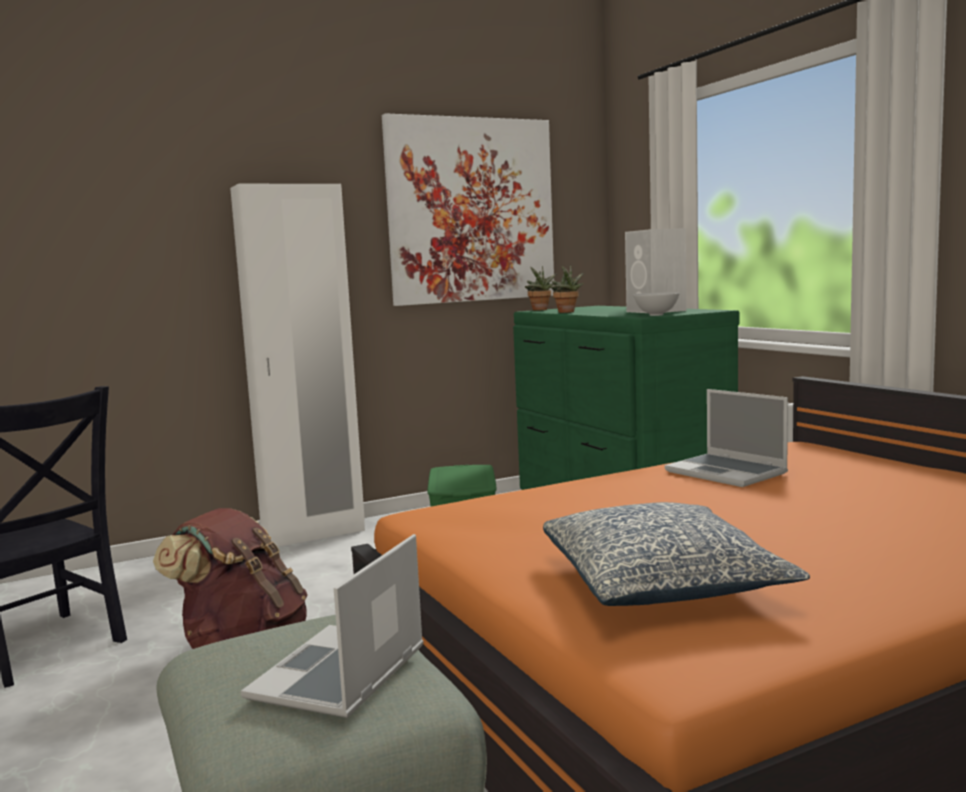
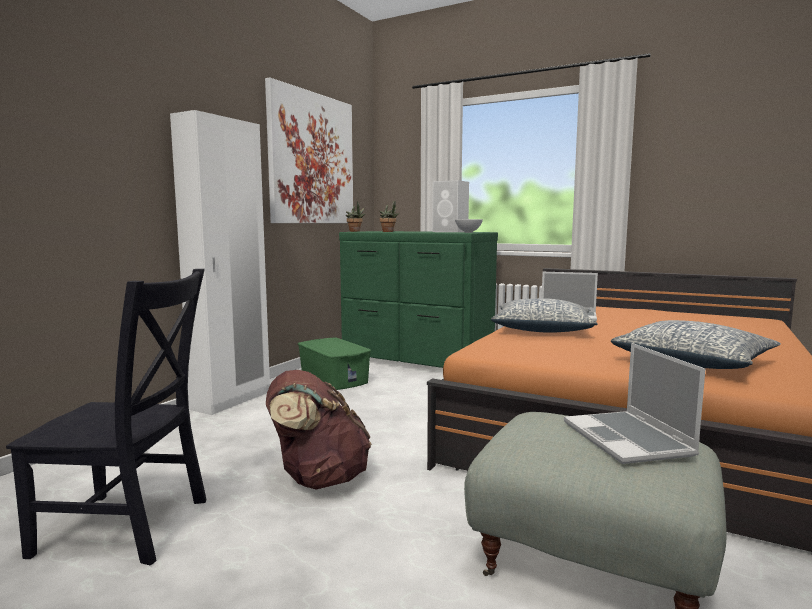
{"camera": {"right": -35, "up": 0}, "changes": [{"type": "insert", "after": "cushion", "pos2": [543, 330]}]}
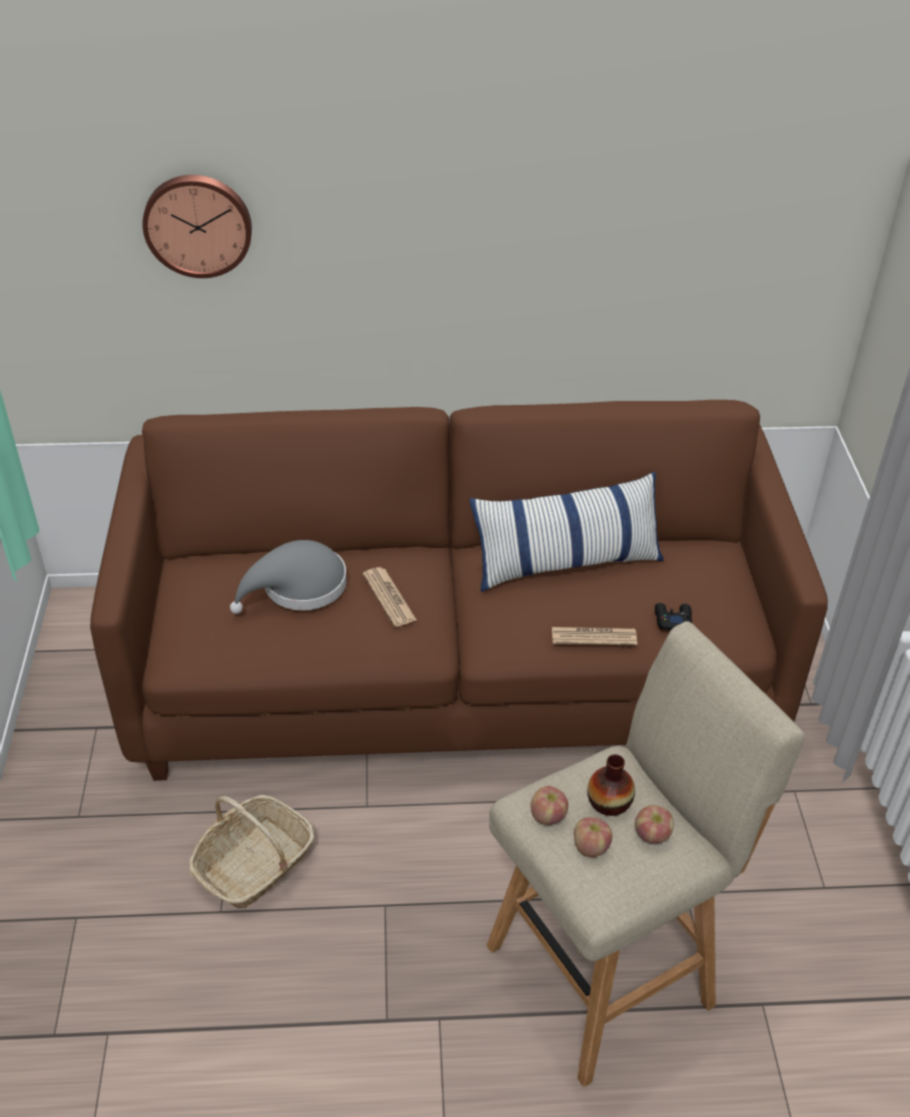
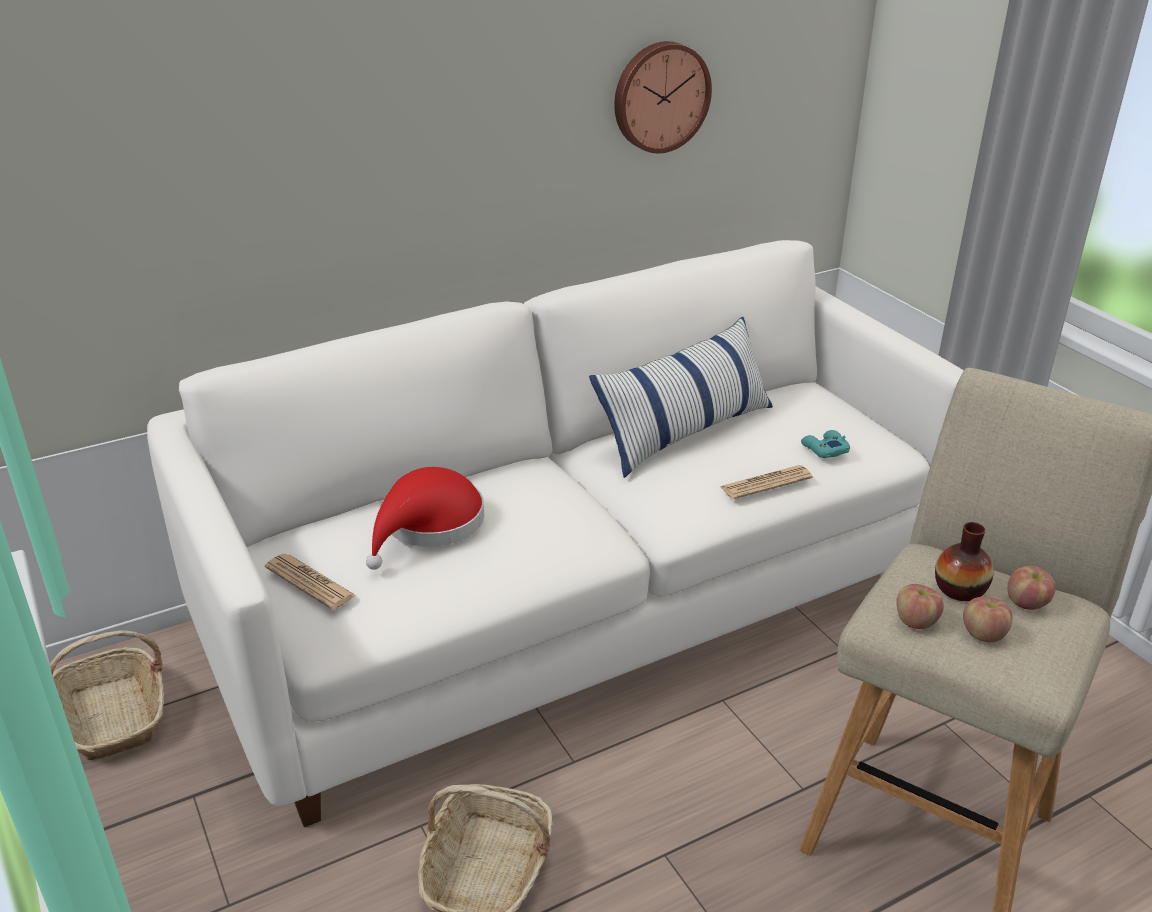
{"camera": {"right": -25, "up": -10}, "changes": [{"type": "insert", "after": "basket", "pos2": [114, 717]}, {"type": "move", "before": "clock on the wall", "pos1": [198, 224], "pos2": [660, 96]}, {"type": "move", "before": "newspaper", "pos1": [389, 597], "pos2": [310, 582]}, {"type": "recolor", "before": "couch in brown-coloured", "after": "couch in white-coloured", "pos1": [453, 673], "pos2": [575, 605]}, {"type": "recolor", "before": "wearable hat in grey", "after": "wearable hat in red", "pos1": [298, 587], "pos2": [428, 525]}, {"type": "recolor", "before": "gamepad in blackish", "after": "gamepad in turquoise-coloured", "pos1": [672, 620], "pos2": [824, 449]}]}
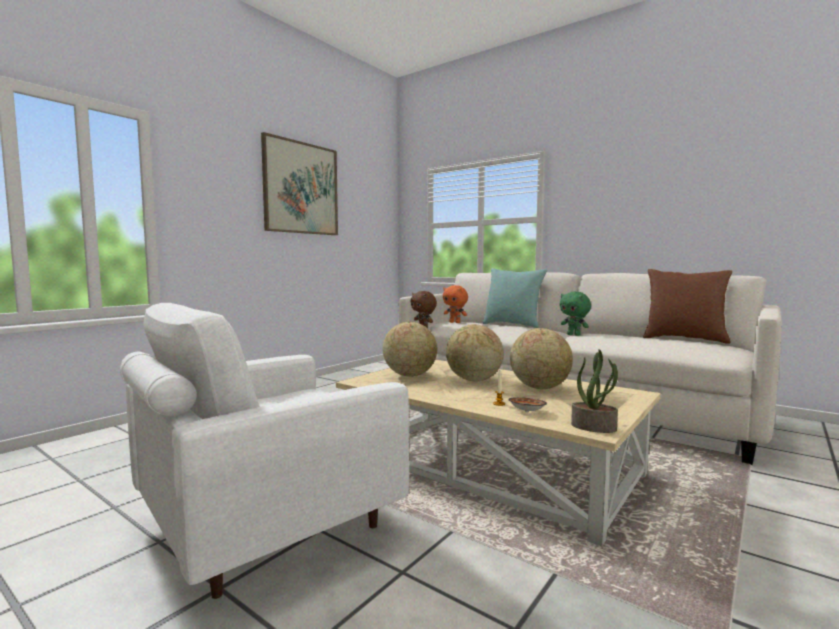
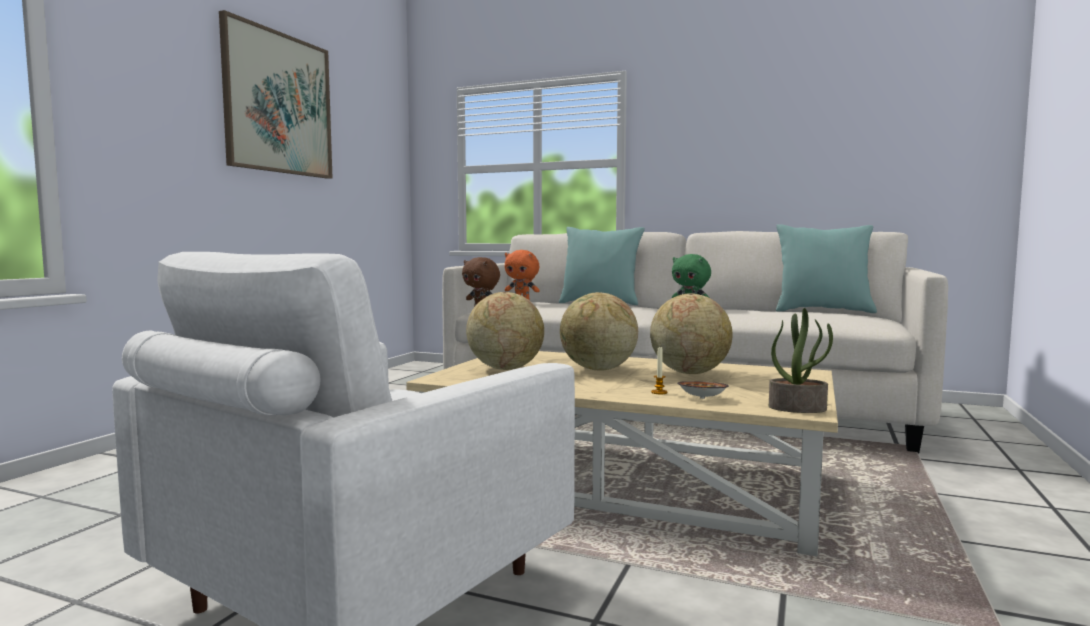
{"camera": {"right": -15, "up": 0}, "changes": [{"type": "recolor", "before": "cushion in brown-coloured", "after": "cushion in turquoise-coloured", "pos1": [684, 339], "pos2": [822, 311]}]}
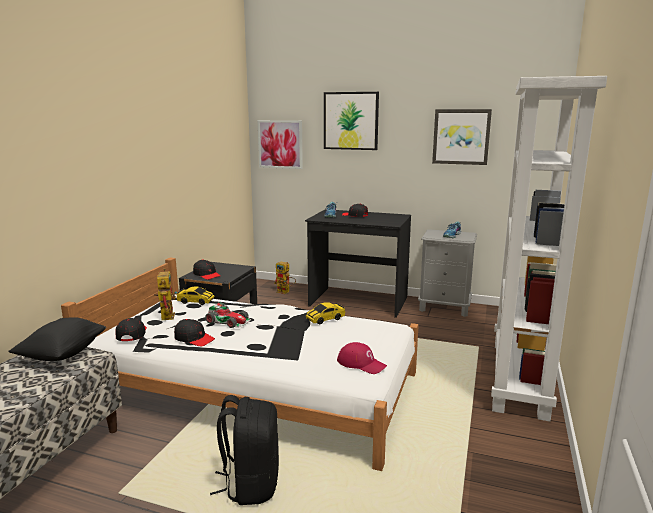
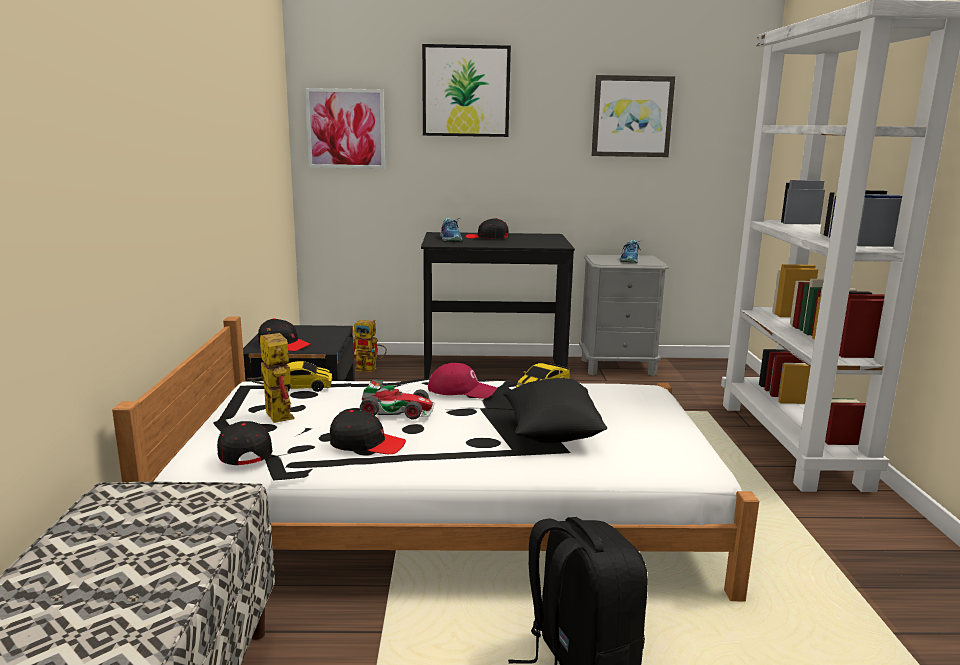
{"camera": {"right": -20, "up": 0}, "changes": [{"type": "move", "before": "cushion in blackish", "pos1": [63, 354], "pos2": [552, 434]}, {"type": "move", "before": "cap in red", "pos1": [361, 363], "pos2": [462, 390]}]}
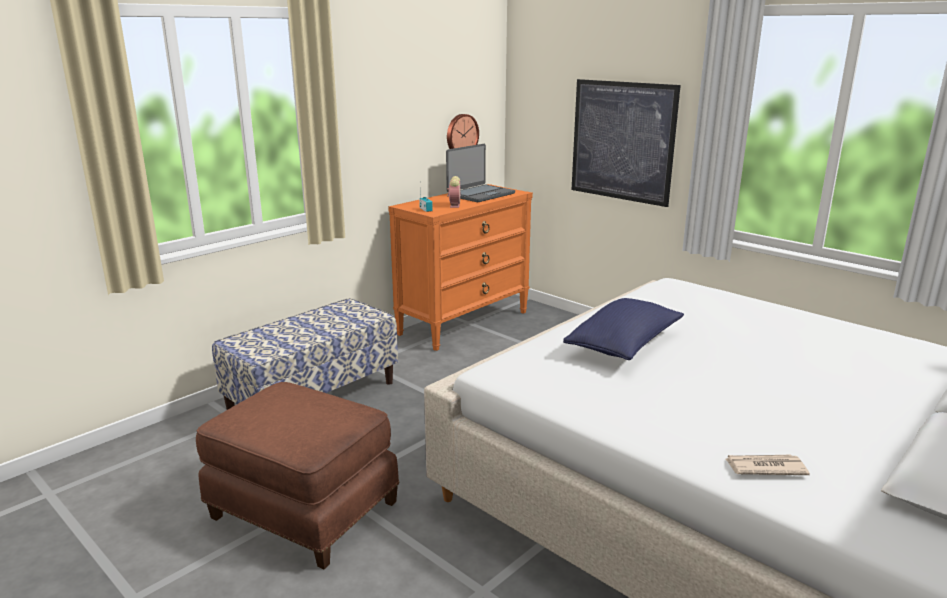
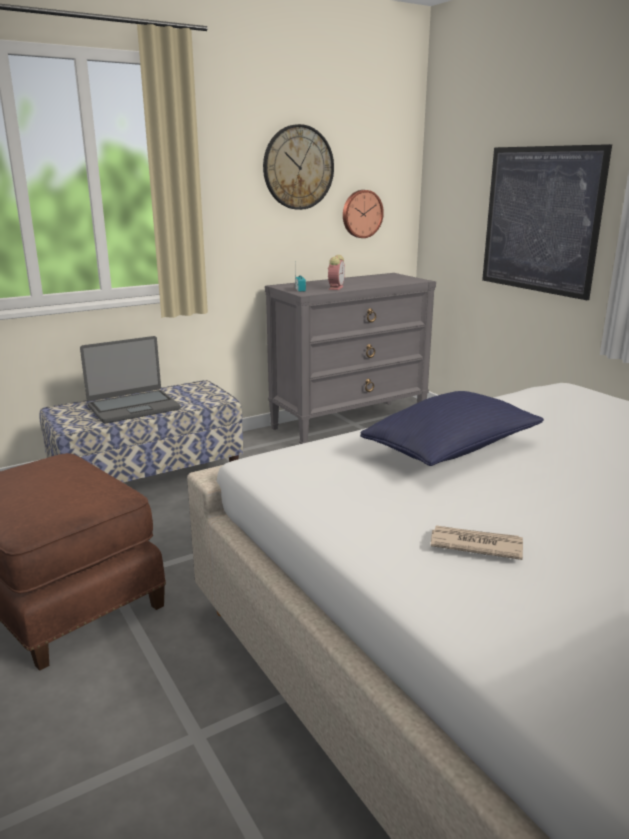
{"camera": {"right": 15, "up": 0}, "changes": [{"type": "insert", "after": "clock on the wall", "pos2": [298, 167]}, {"type": "move", "before": "notebook computer", "pos1": [480, 194], "pos2": [133, 407]}, {"type": "move", "before": "newspaper", "pos1": [764, 467], "pos2": [475, 545]}, {"type": "recolor", "before": "dresser in orange-coloured", "after": "dresser in grey", "pos1": [464, 322], "pos2": [349, 423]}]}
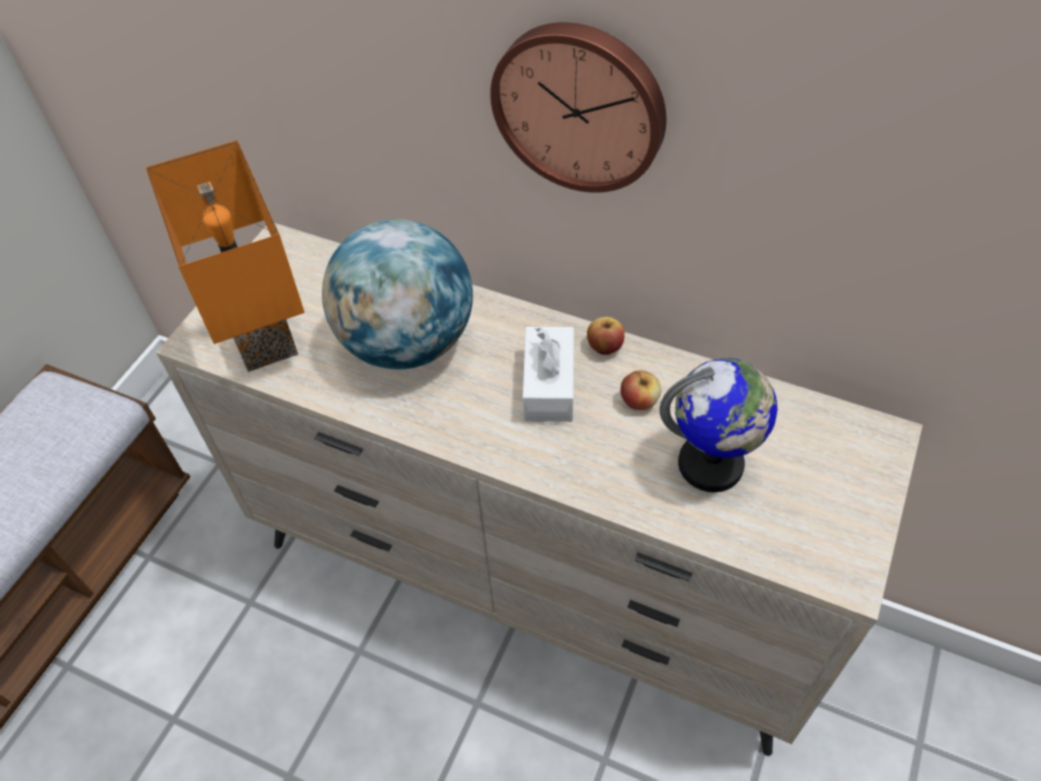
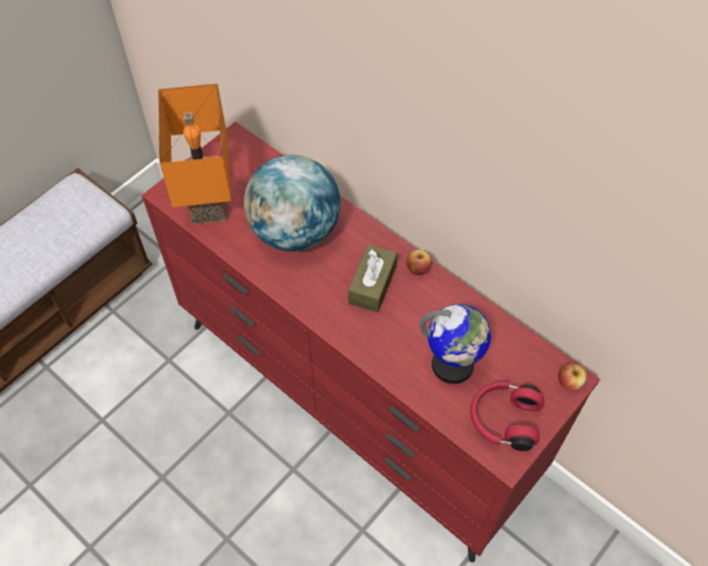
{"camera": {"right": 15, "up": 5}, "changes": [{"type": "delete", "before": "clock on the wall", "pos1": [580, 106]}, {"type": "insert", "after": "pair of headphones in red", "pos2": [503, 420]}, {"type": "move", "before": "whole apple", "pos1": [639, 401], "pos2": [569, 382]}, {"type": "recolor", "before": "dresser in sand-coloured", "after": "dresser in red", "pos1": [532, 584], "pos2": [355, 403]}, {"type": "recolor", "before": "tissue holder in white-coloured", "after": "tissue holder in brown-coloured", "pos1": [549, 385], "pos2": [372, 284]}]}
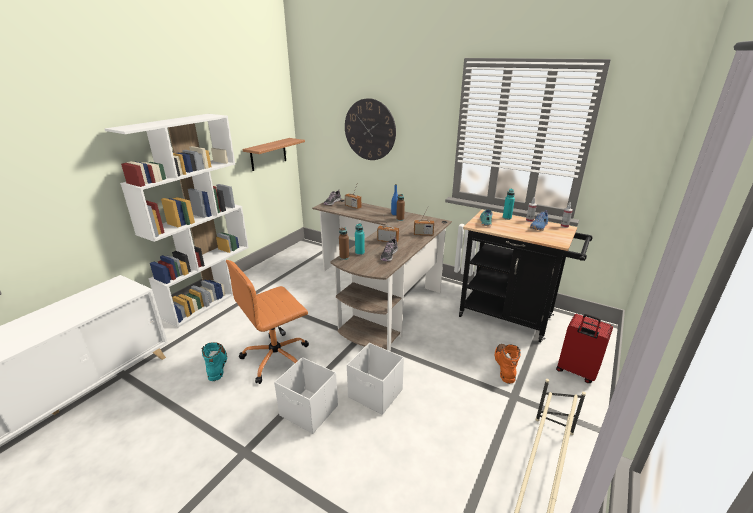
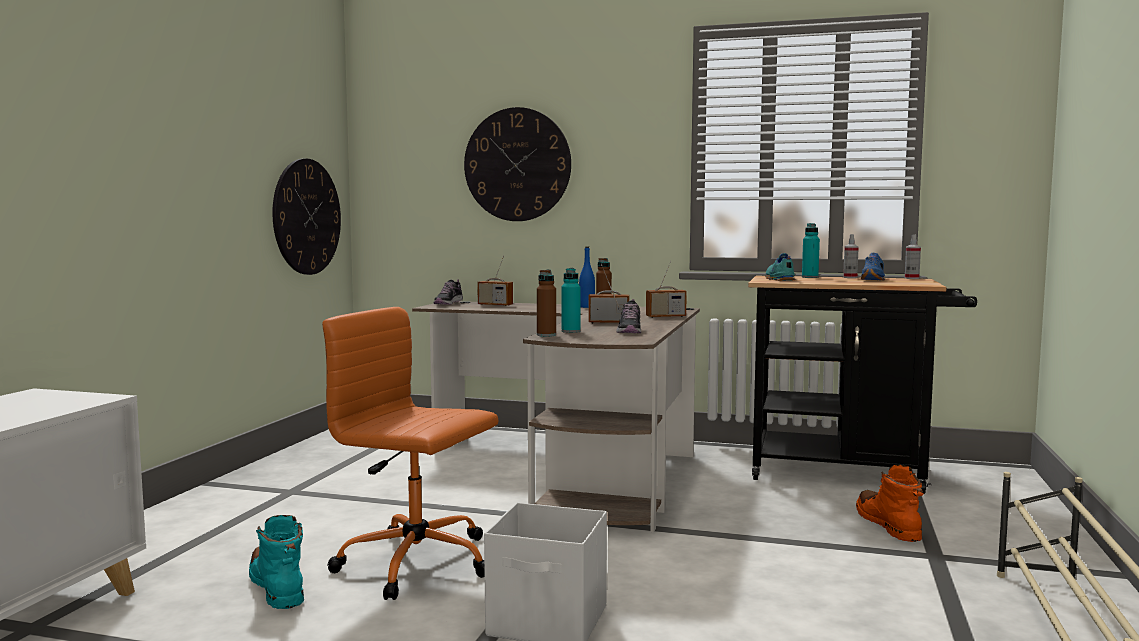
{"camera": {"right": -15, "up": -20}, "changes": [{"type": "delete", "before": "bookshelf in white-coloured", "pos1": [210, 299]}, {"type": "delete", "before": "storage bin in white-coloured", "pos1": [376, 394]}, {"type": "delete", "before": "suitcase in red", "pos1": [576, 372]}, {"type": "replace", "before": "bracket shelf", "after": "clock on the wall", "pos1": [268, 154], "pos2": [307, 217]}, {"type": "rotate", "before": "computer chair in orange-coloured", "pos1": [277, 358], "pos2": [419, 563], "turn": 75}]}
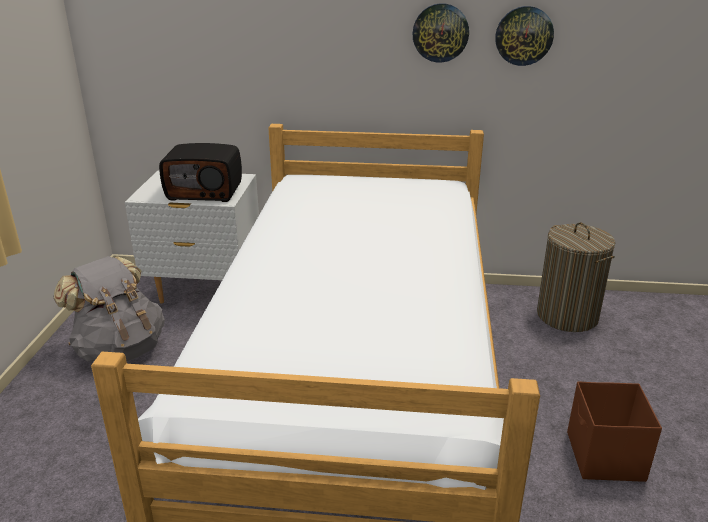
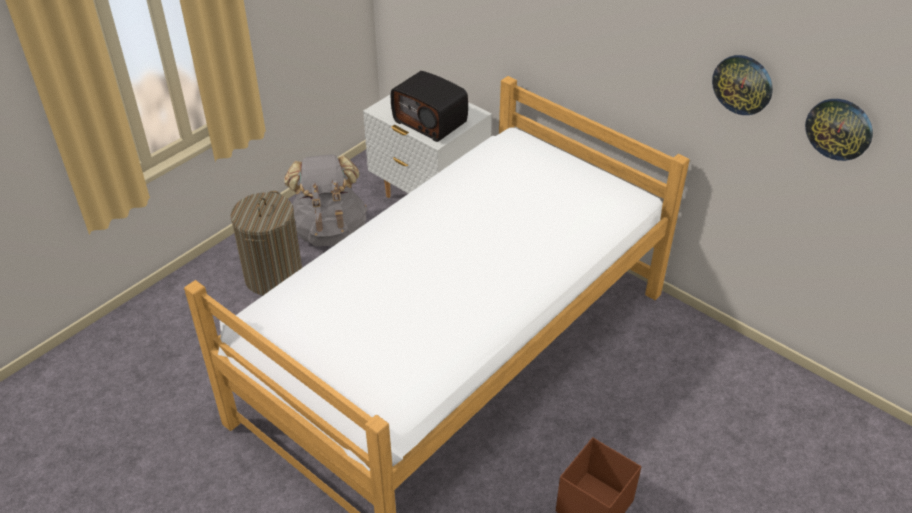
{"camera": {"right": 35, "up": 15}, "changes": [{"type": "move", "before": "clock on the wall", "pos1": [440, 33], "pos2": [839, 128]}, {"type": "move", "before": "washing basket", "pos1": [567, 316], "pos2": [274, 276]}]}
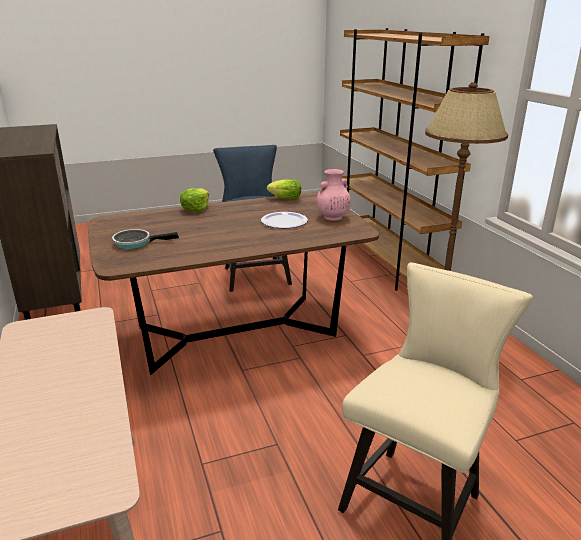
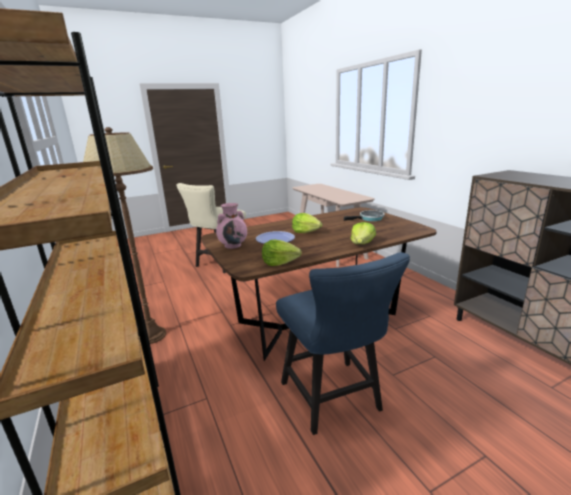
{"camera": {"right": 175, "up": -5}, "changes": [{"type": "insert", "after": "lettuce", "pos2": [306, 231]}]}
